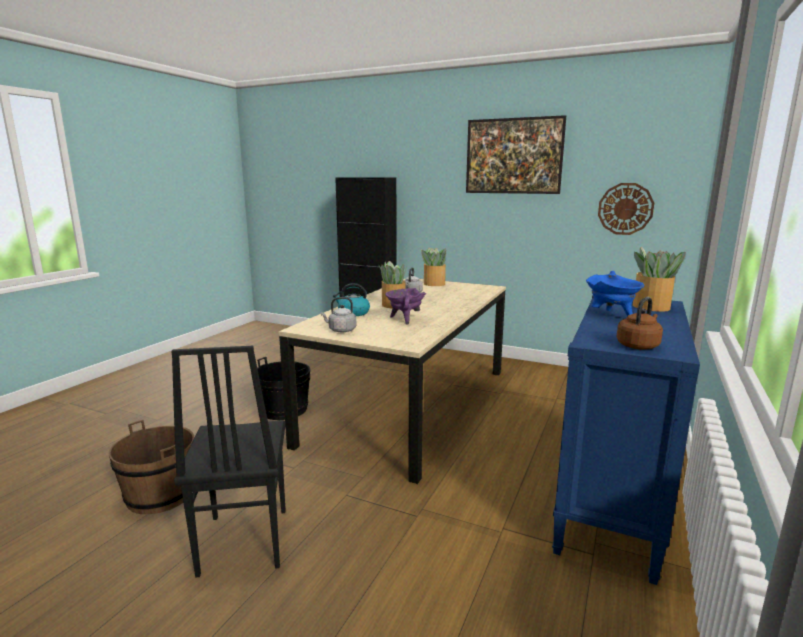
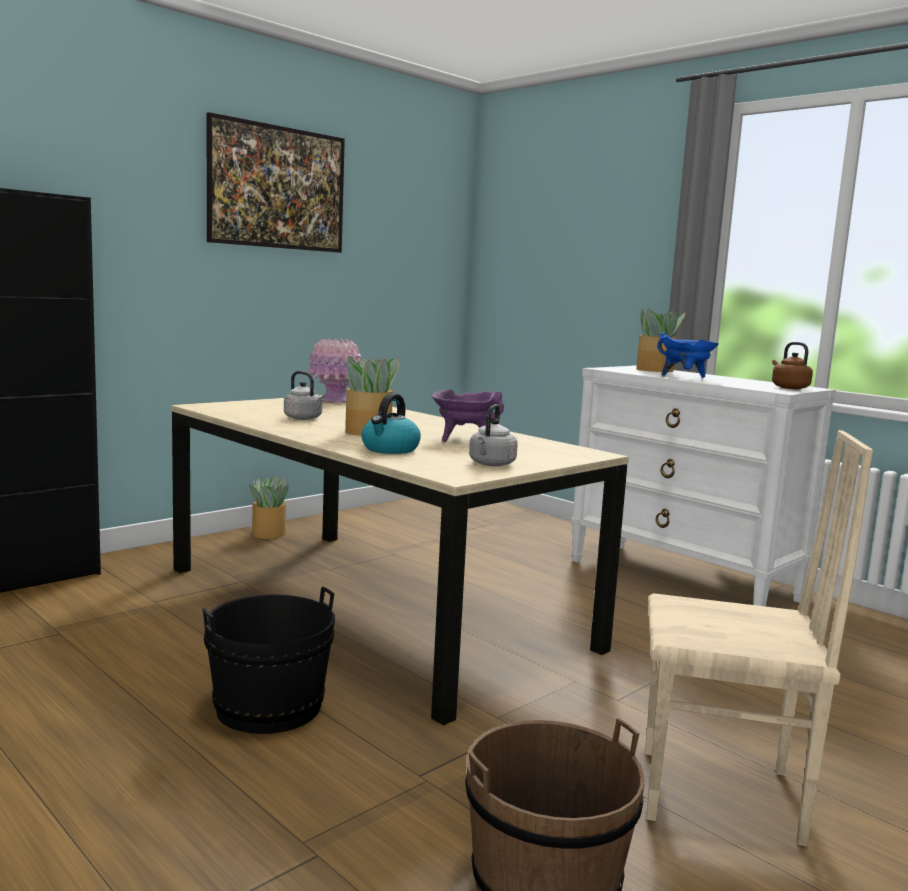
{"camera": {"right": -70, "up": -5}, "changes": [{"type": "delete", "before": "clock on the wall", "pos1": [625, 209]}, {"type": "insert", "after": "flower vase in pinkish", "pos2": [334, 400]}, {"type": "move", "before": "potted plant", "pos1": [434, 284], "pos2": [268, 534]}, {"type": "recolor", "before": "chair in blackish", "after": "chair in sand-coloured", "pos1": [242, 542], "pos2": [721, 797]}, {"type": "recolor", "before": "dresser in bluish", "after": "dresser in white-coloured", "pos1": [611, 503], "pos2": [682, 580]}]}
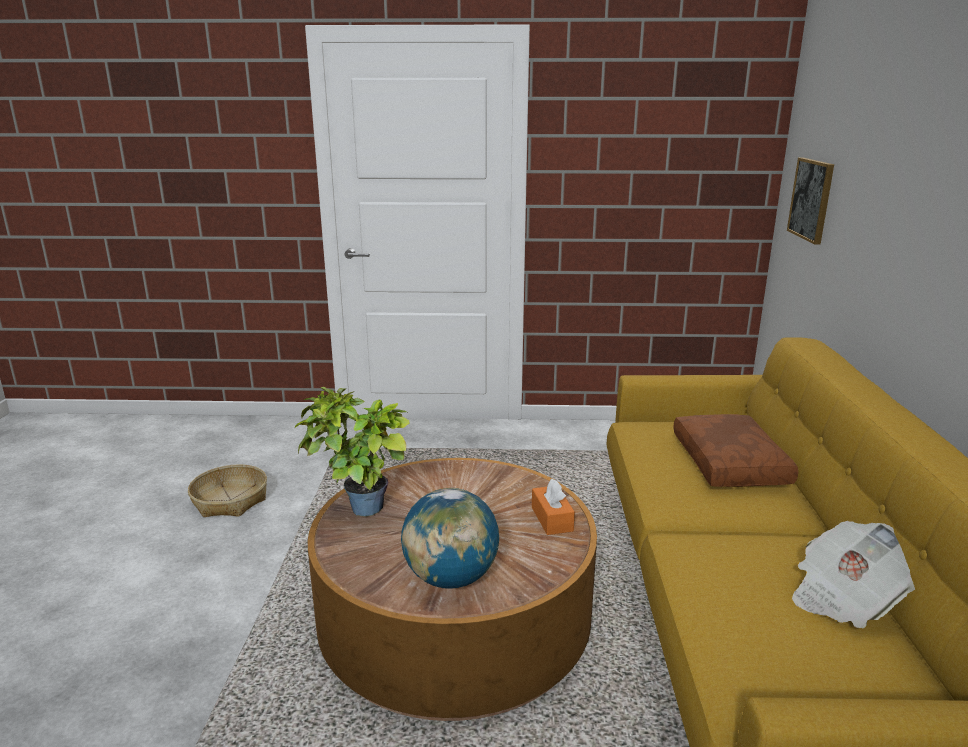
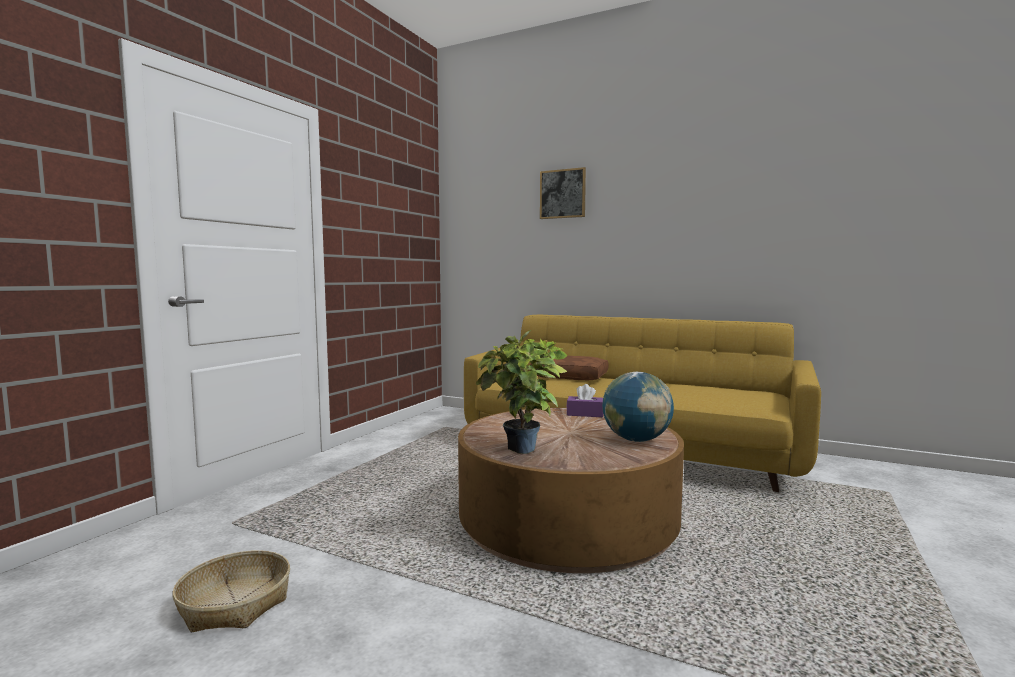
{"camera": {"right": -65, "up": -15}, "changes": [{"type": "delete", "before": "newspaper", "pos1": [845, 596]}, {"type": "move", "before": "wall picture", "pos1": [811, 199], "pos2": [562, 194]}, {"type": "recolor", "before": "tissue holder in orange-coloured", "after": "tissue holder in purplish", "pos1": [552, 519], "pos2": [585, 414]}]}
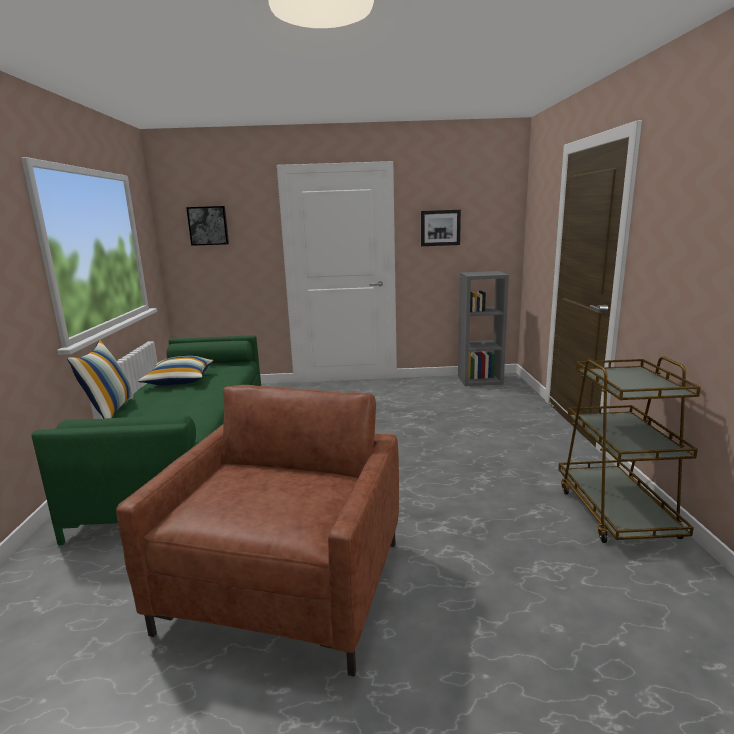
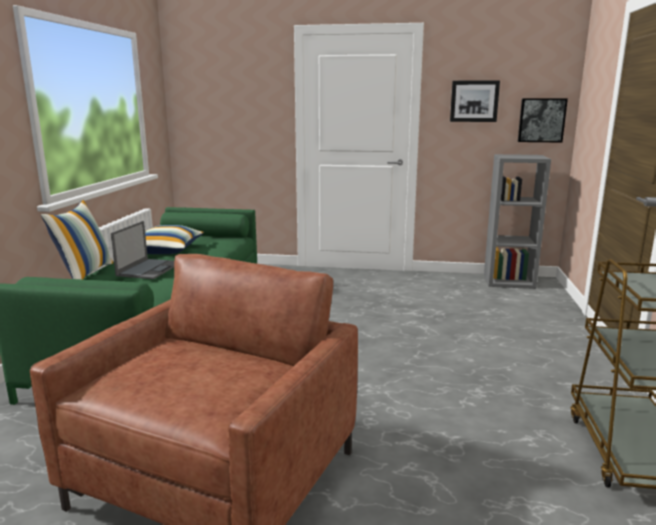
{"camera": {"right": 10, "up": 0}, "changes": [{"type": "insert", "after": "notebook computer", "pos2": [150, 269]}, {"type": "move", "before": "wall picture", "pos1": [208, 225], "pos2": [541, 120]}]}
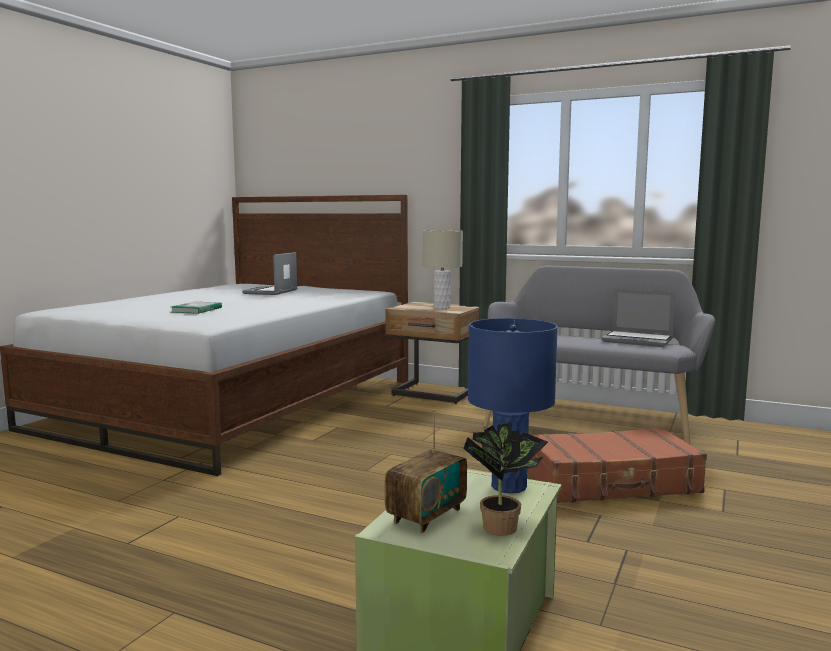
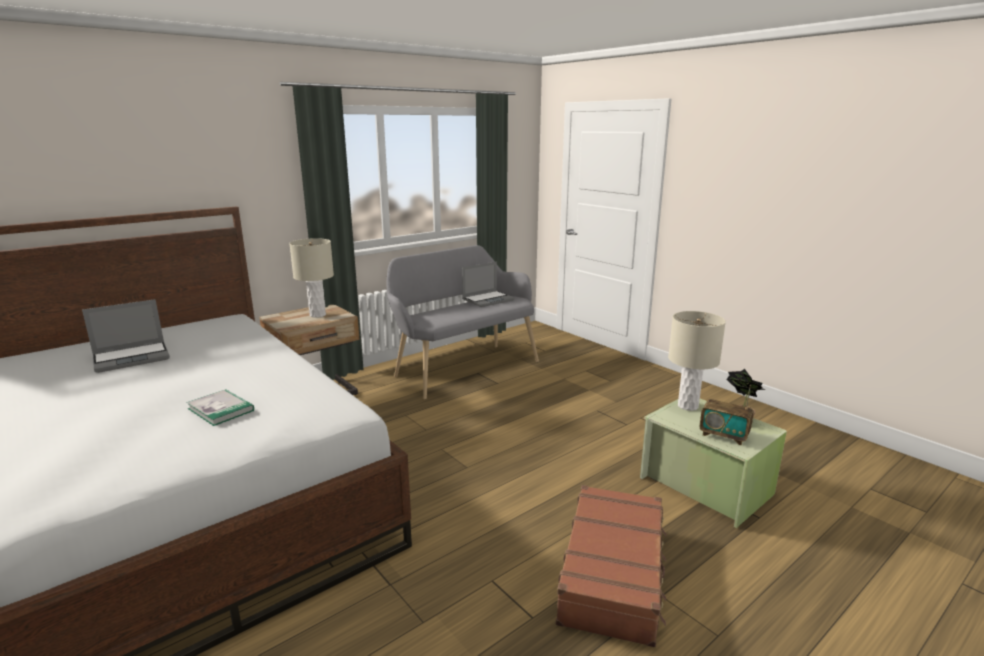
{"camera": {"right": -65, "up": 10}, "changes": [{"type": "move", "before": "suitcase in brown-coloured", "pos1": [612, 483], "pos2": [613, 573]}, {"type": "recolor", "before": "lamp for a table in bluish", "after": "lamp for a table in sand-coloured", "pos1": [509, 486], "pos2": [688, 406]}, {"type": "rotate", "before": "notebook computer", "pos1": [271, 292], "pos2": [133, 358], "turn": -75}, {"type": "rotate", "before": "radio", "pos1": [426, 515], "pos2": [723, 435], "turn": 150}]}
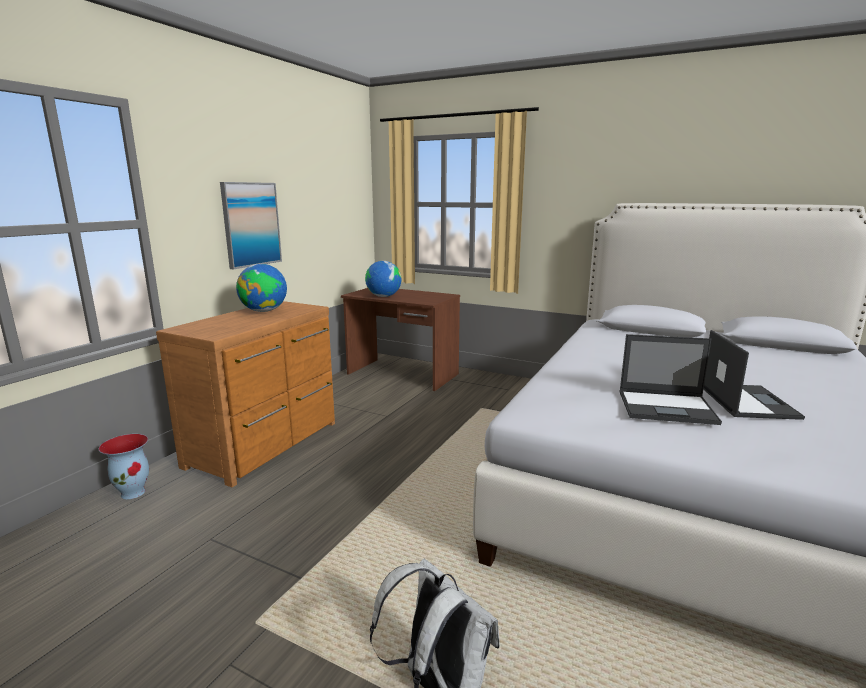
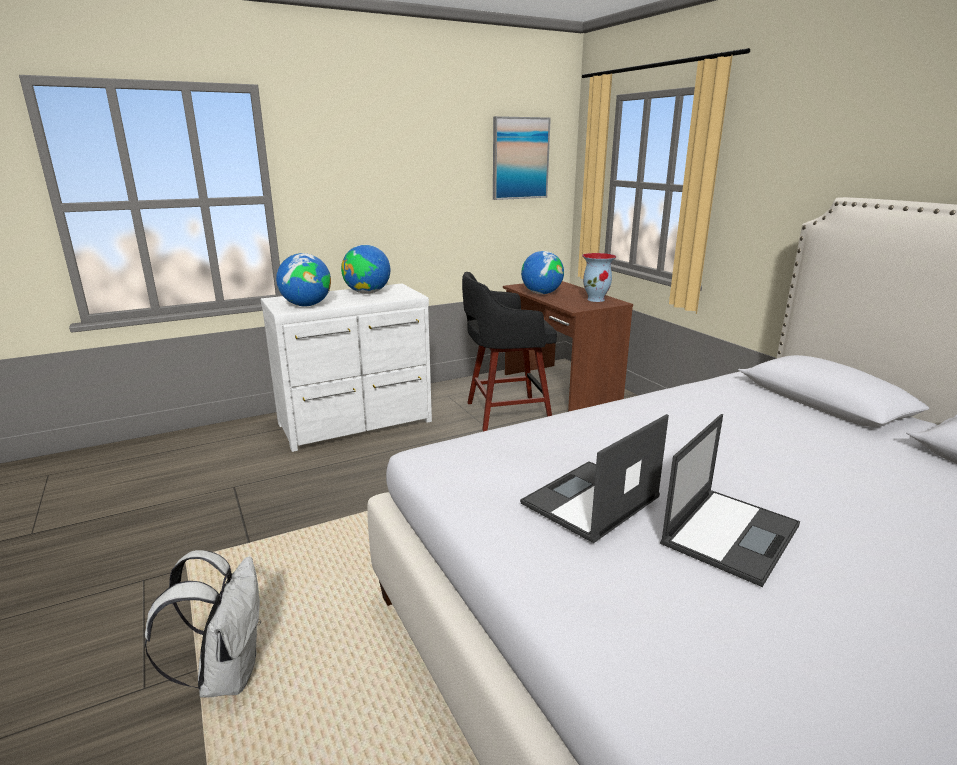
{"camera": {"right": 35, "up": 5}, "changes": [{"type": "insert", "after": "desk globe", "pos2": [306, 305]}, {"type": "insert", "after": "stool in blackish", "pos2": [505, 413]}, {"type": "move", "before": "flower vase", "pos1": [134, 492], "pos2": [596, 299]}, {"type": "move", "before": "wall picture", "pos1": [251, 224], "pos2": [520, 158]}, {"type": "recolor", "before": "dresser in brown-coloured", "after": "dresser in white-coloured", "pos1": [267, 444], "pos2": [357, 423]}, {"type": "rotate", "before": "notebook computer", "pos1": [667, 407], "pos2": [590, 501], "turn": 90}]}
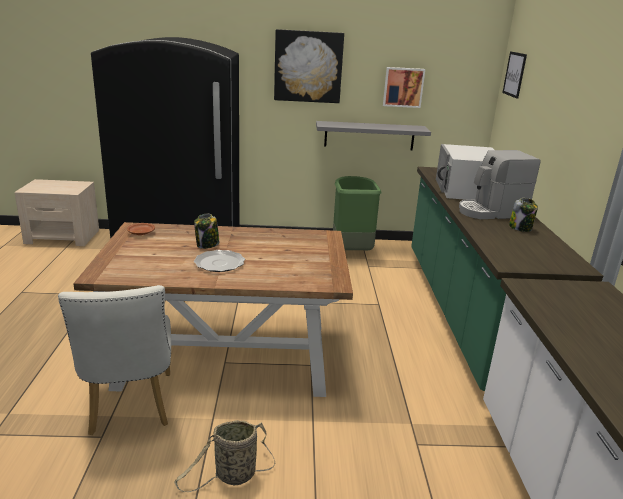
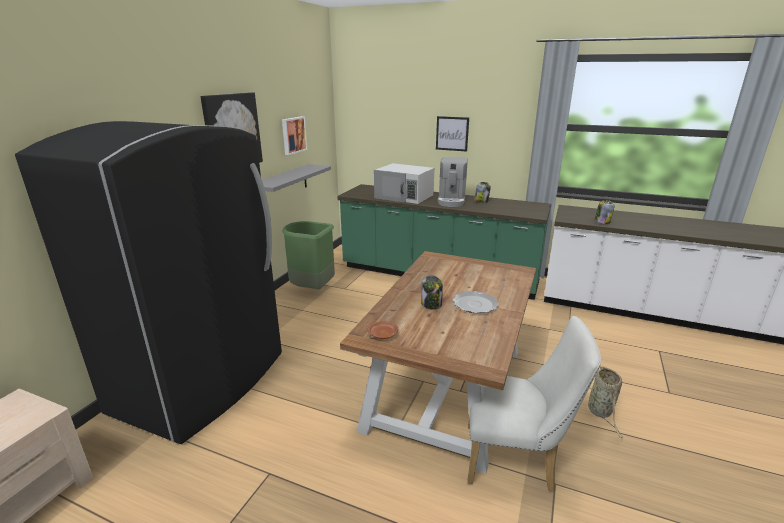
{"camera": {"right": -65, "up": 0}, "changes": [{"type": "insert", "after": "jar", "pos2": [602, 222]}, {"type": "move", "before": "wall picture", "pos1": [514, 74], "pos2": [452, 133]}]}
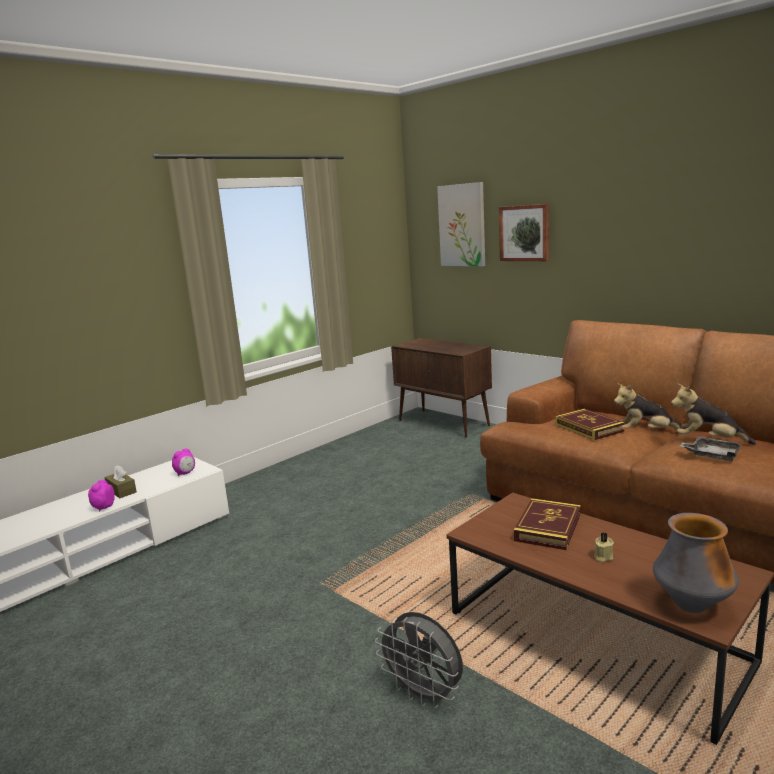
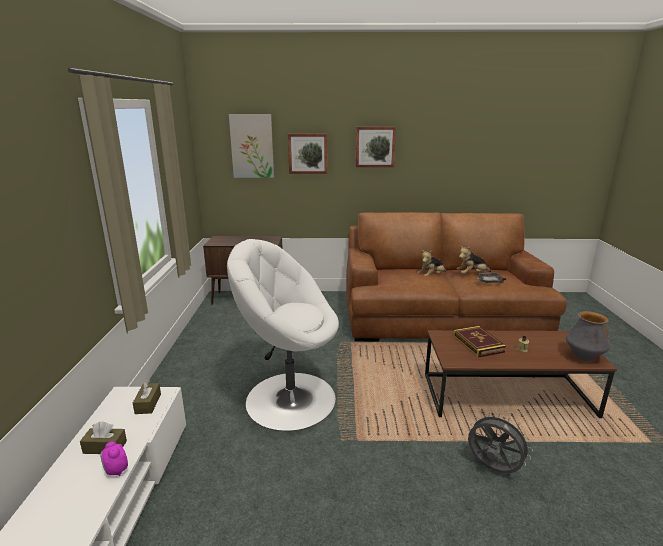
{"camera": {"right": -45, "up": 5}, "changes": [{"type": "delete", "before": "book", "pos1": [589, 428]}, {"type": "insert", "after": "lounge chair in white-coloured", "pos2": [289, 399]}, {"type": "insert", "after": "wall picture", "pos2": [375, 147]}, {"type": "replace", "before": "bedside clock", "after": "tissue holder in brown-coloured", "pos1": [185, 473], "pos2": [148, 403]}, {"type": "rotate", "before": "fan in grey", "pos1": [424, 695], "pos2": [492, 469], "turn": -135}]}
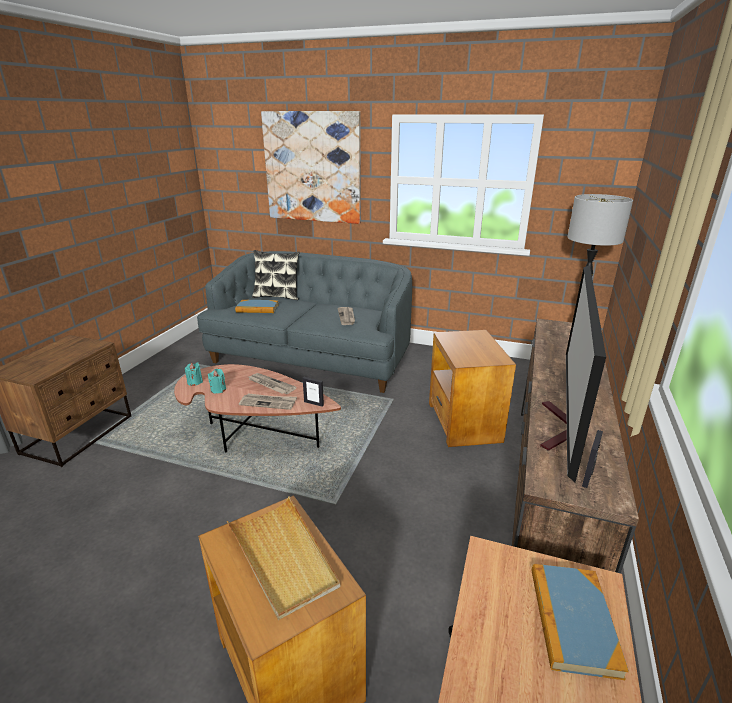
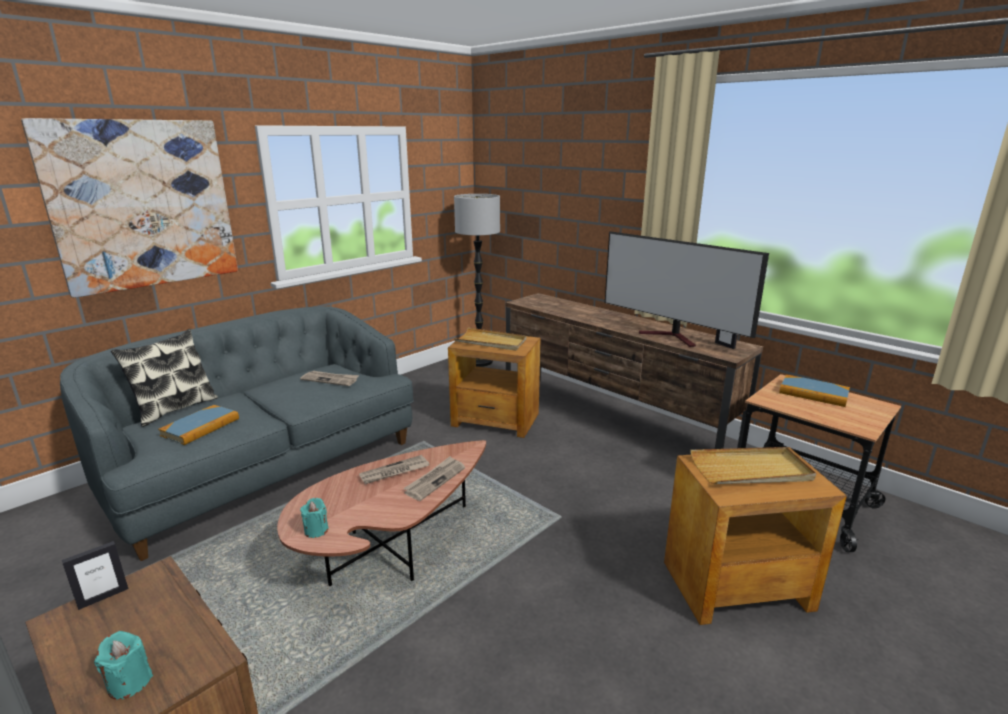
{"camera": {"right": -65, "up": -5}, "changes": [{"type": "insert", "after": "carrying tray in sand-coloured", "pos2": [491, 342]}, {"type": "move", "before": "candle in turquoise-coloured", "pos1": [218, 389], "pos2": [129, 682]}, {"type": "move", "before": "picture frame", "pos1": [314, 403], "pos2": [103, 597]}]}
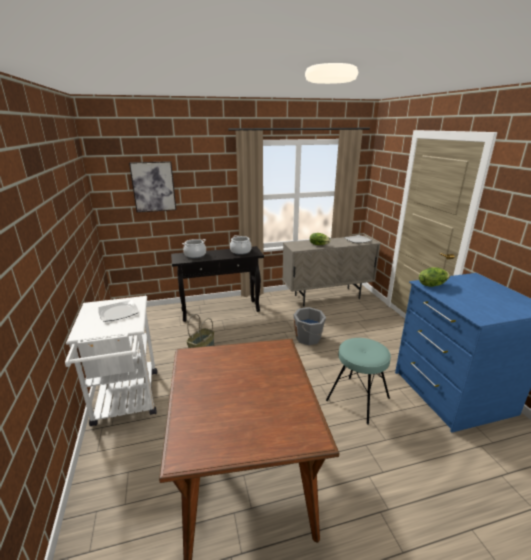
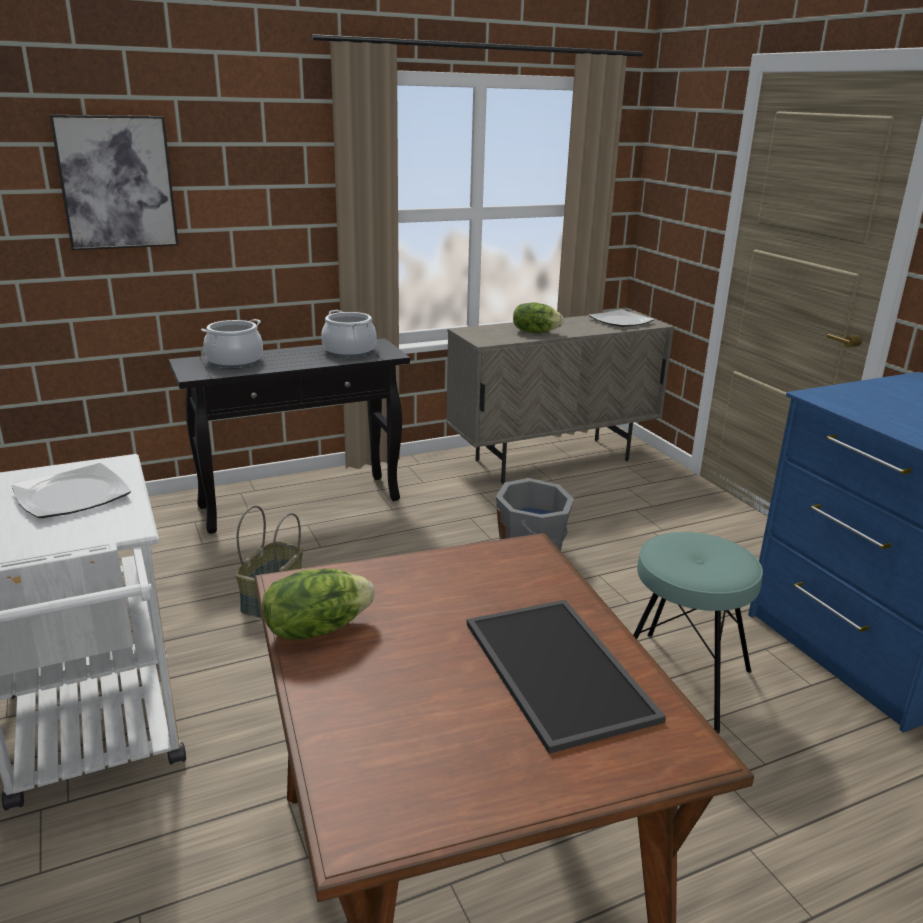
{"camera": {"right": -10, "up": 0}, "changes": [{"type": "insert", "after": "carrying tray", "pos2": [561, 670]}, {"type": "move", "before": "lettuce", "pos1": [432, 285], "pos2": [316, 628]}]}
